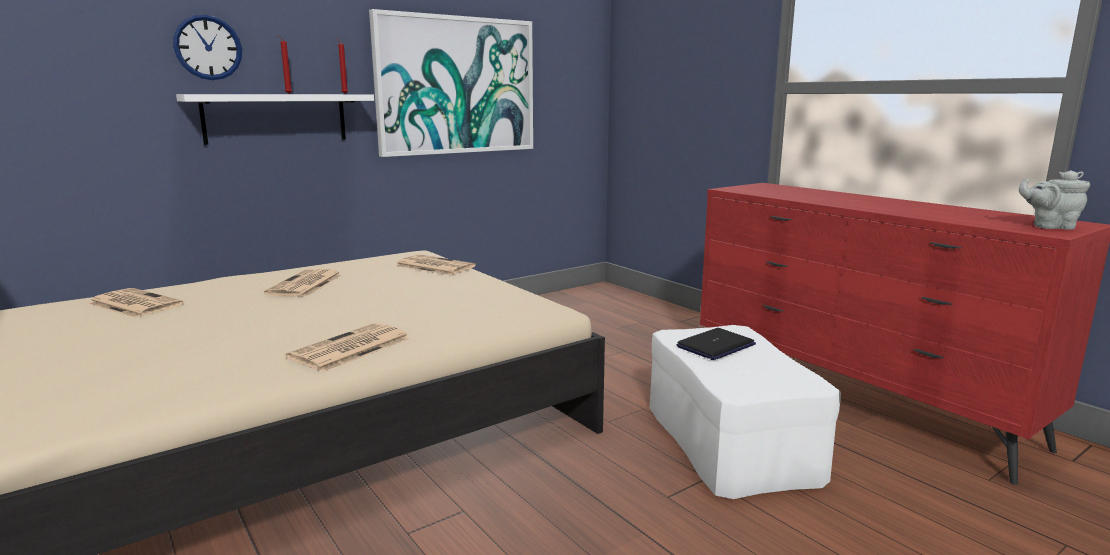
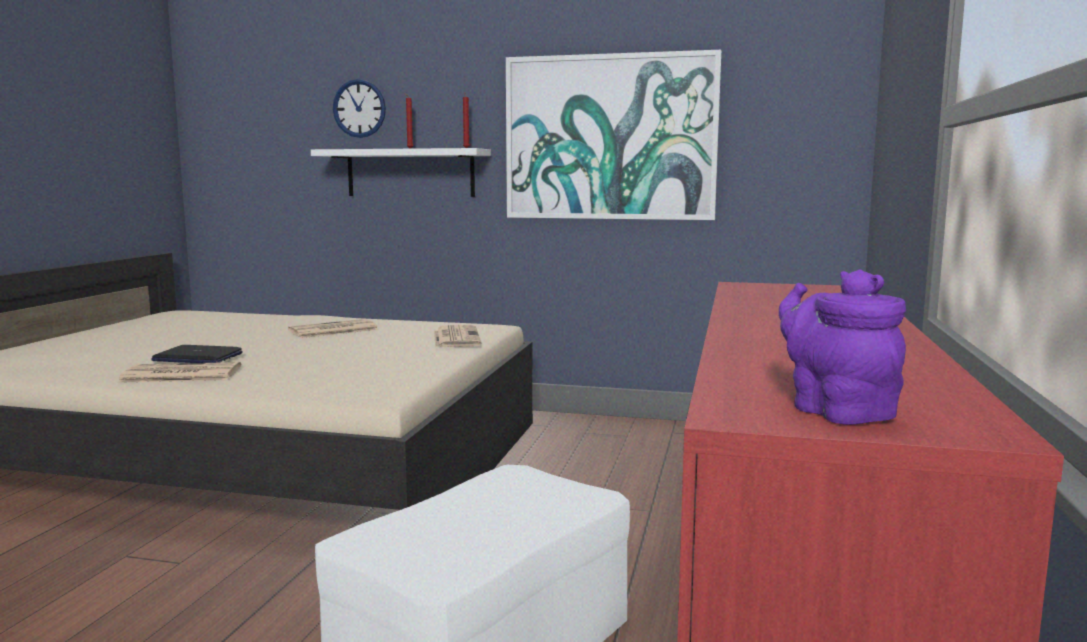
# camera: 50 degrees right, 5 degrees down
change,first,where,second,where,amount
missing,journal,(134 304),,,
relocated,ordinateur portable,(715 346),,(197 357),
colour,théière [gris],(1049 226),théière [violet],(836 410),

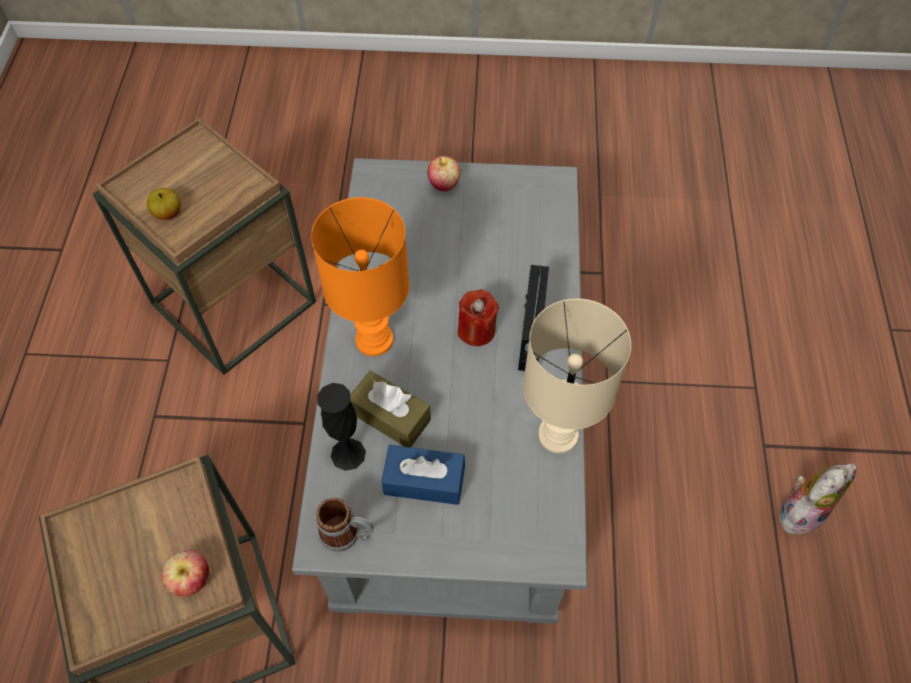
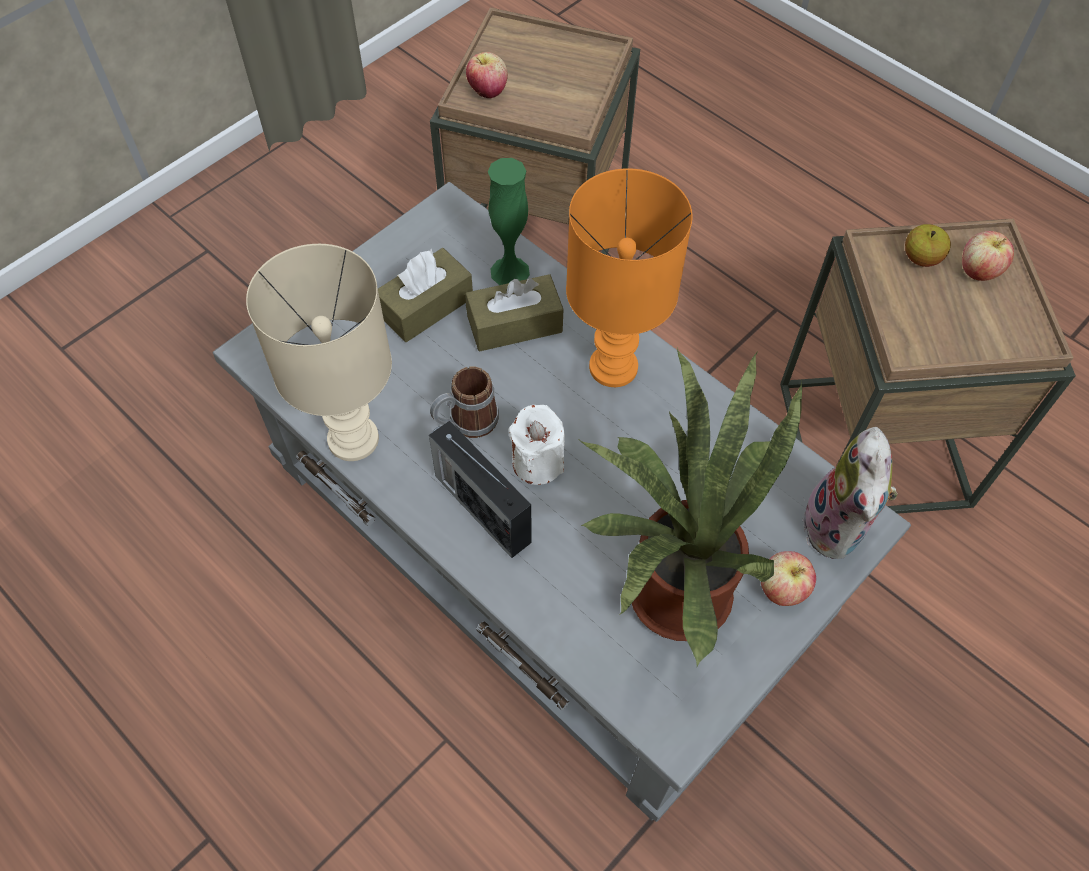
# camera: 130 degrees right, 0 degrees up
change,first,where,second,where,amount
relocated,mug,(347 534),,(465 423),
colour,vase [noir],(348 454),vase [vert],(510 271),
colour,boîte à mouchoirs [bleu],(424 481),boîte à mouchoirs [marron],(426 306),
colour,bougie [rouge],(476 330),bougie [blanc],(537 462),
relocated,peluche,(800 511),,(838 528),
appeared,,,plante en pot,(669 589),
appeared,,,pomme,(978 271),

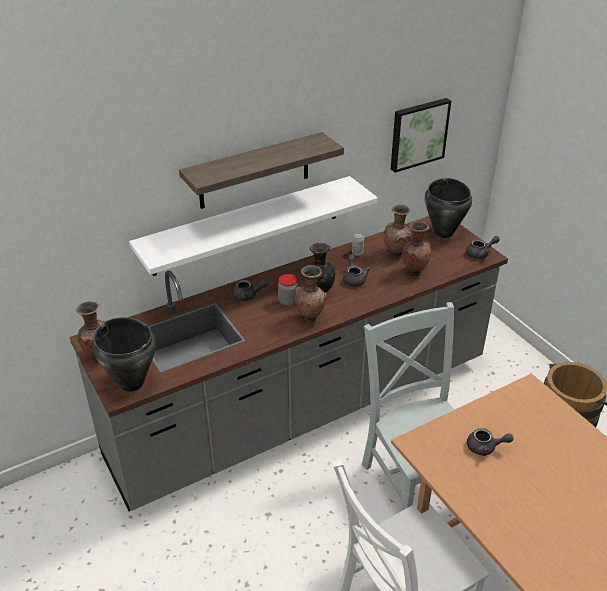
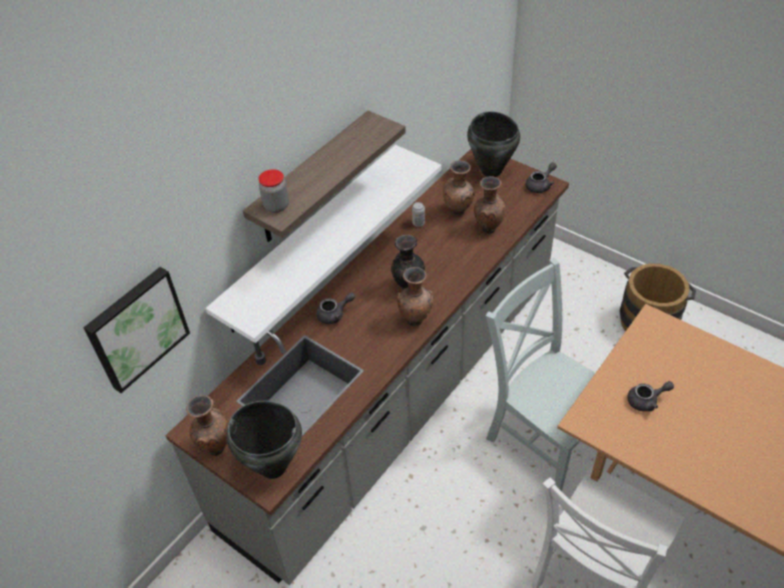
# camera: 20 degrees left, 10 degrees up
change,first,where,second,where,amount
relocated,bocal,(288 301),,(276 206),
missing,théière [gris],(354 278),,,
relocated,tableau,(418 133),,(136 327),

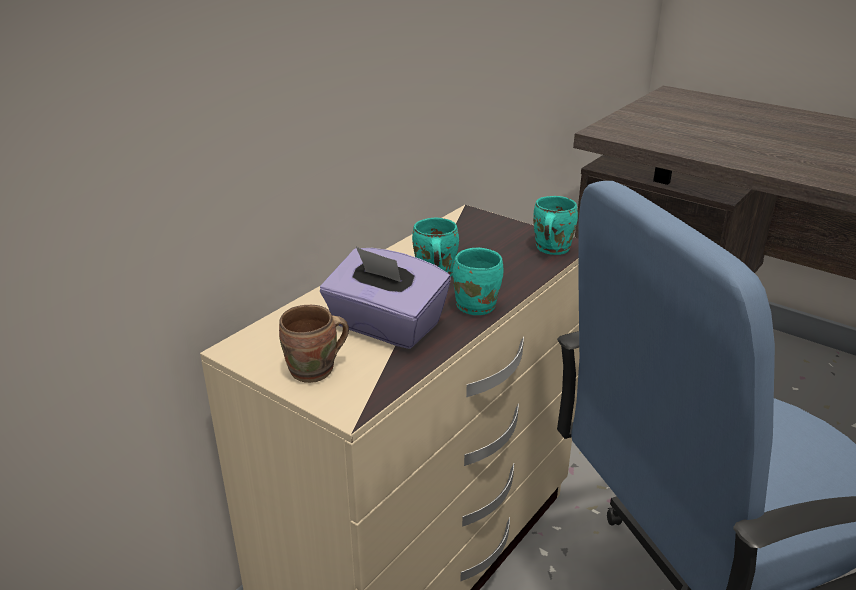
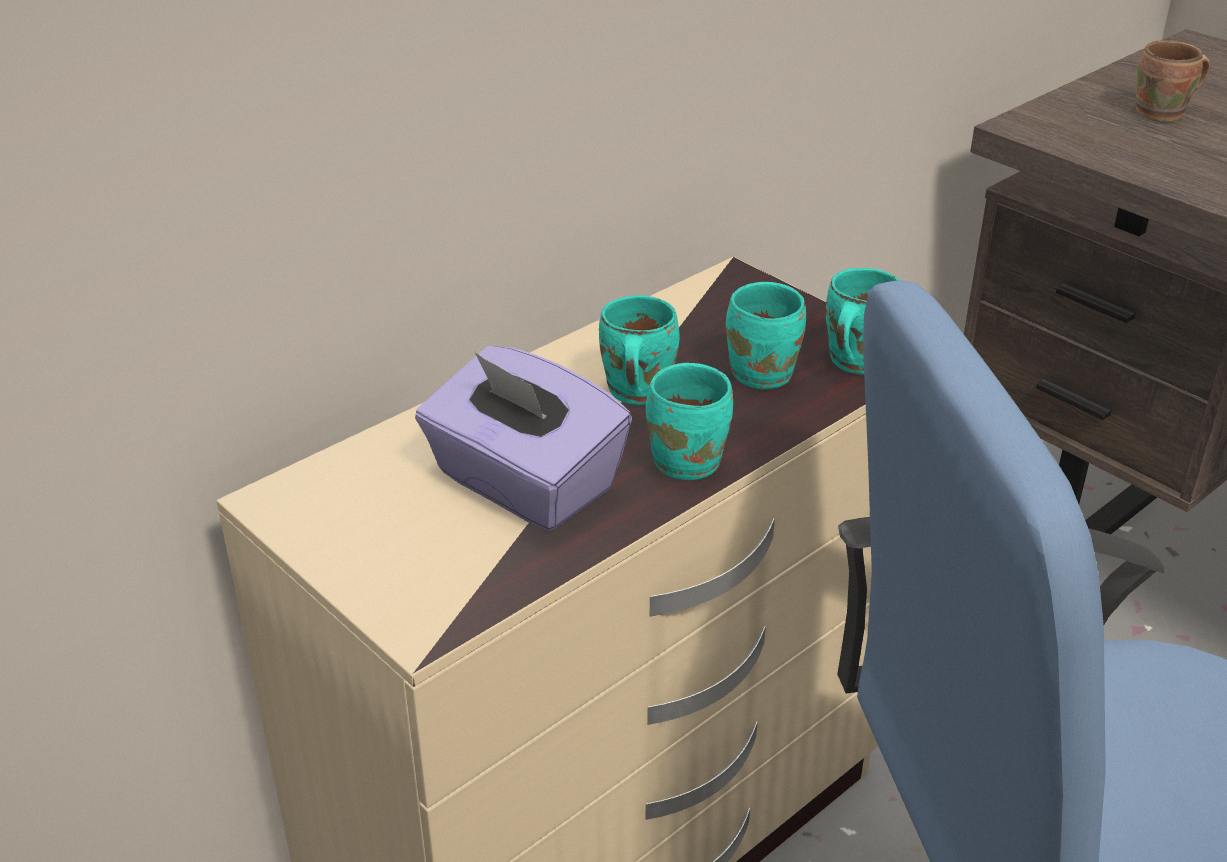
# camera: 10 degrees right, 5 degrees up
change,first,where,second,where,amount
relocated,mug [marron],(315 371),,(1163 115),
appeared,,,mug [turquoise],(767 373),

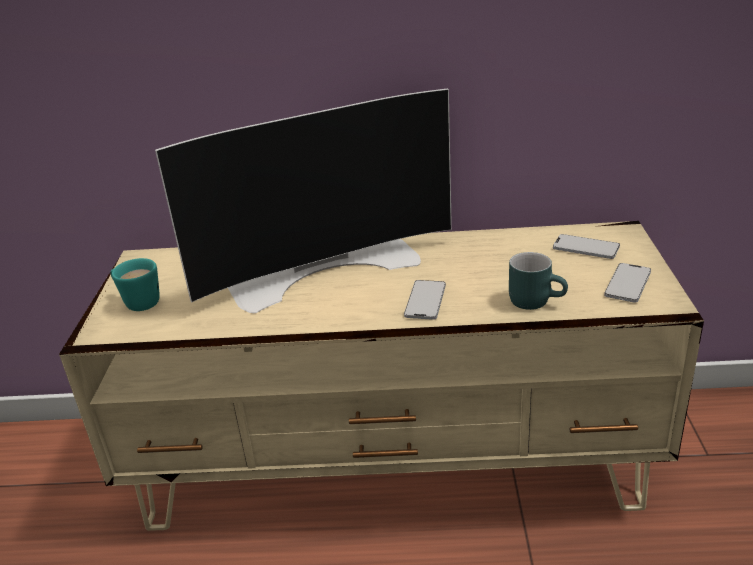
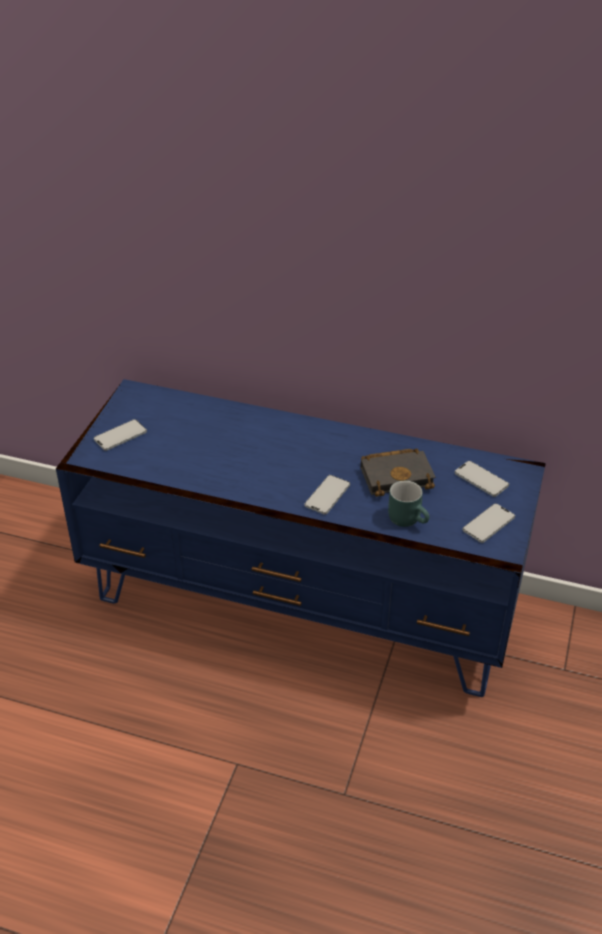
# camera: 15 degrees right, 10 degrees up
change,first,where,second,where,amount
colour,meuble télé [beige],(393 467),meuble télé [bleu],(302 604),
exchanged,mug [turquoise],(138 302),téléphone,(120 436),
missing,téléviseur,(325 268),,,
appeared,,,livre [noir],(398 475),

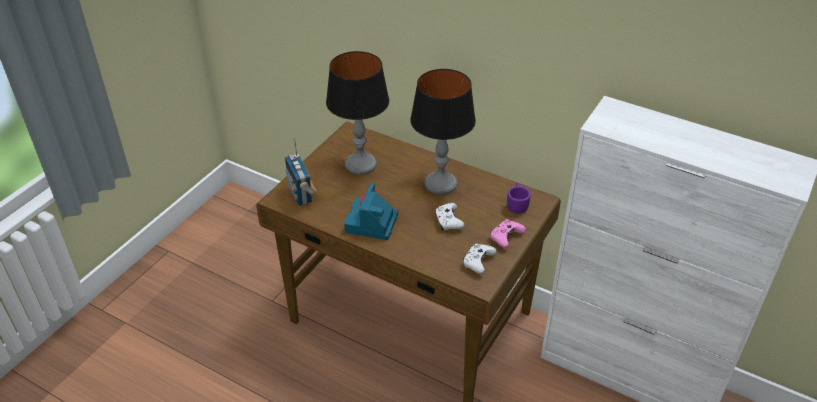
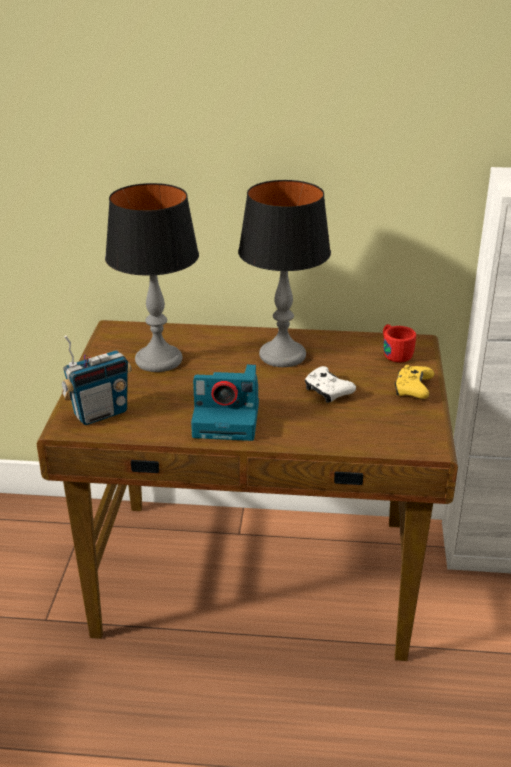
# camera: 25 degrees left, 10 degrees down
change,first,where,second,where,amount
spun,radio,(301 195),,(100 413),75 degrees counterclockwise
spun,appareil photo,(371 224),,(228 420),75 degrees counterclockwise
missing,manette [blanc],(478 262),,,
colour,manette [rose],(505 237),manette [jaune],(413 389),
colour,mug [violet],(517 204),mug [rouge],(394 352),

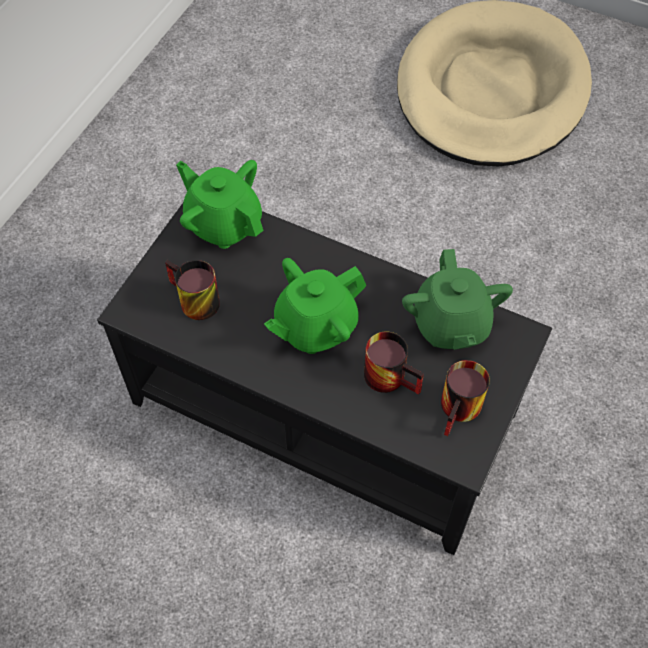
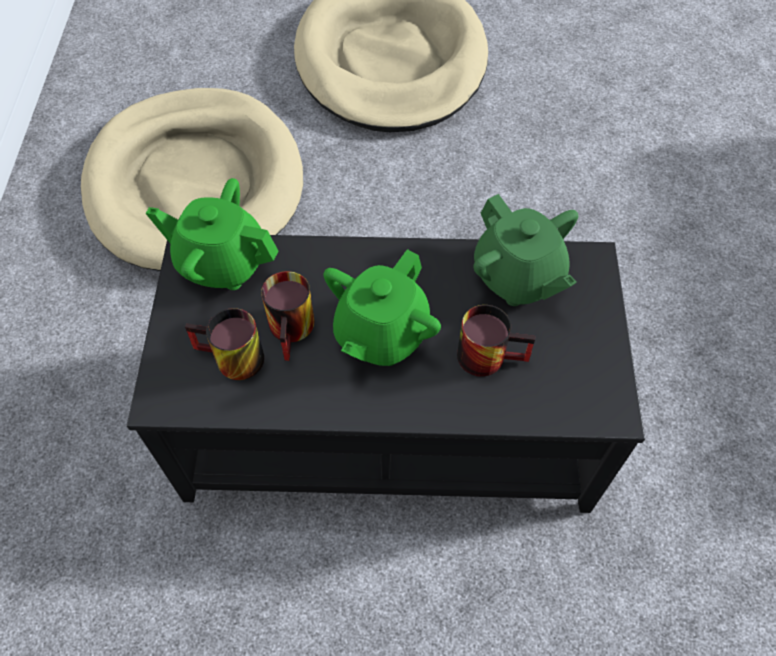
# camera: 25 degrees left, 0 degrees up
change,first,where,second,where,amount
relocated,mug,(462 411),,(295 330),
appeared,,,panier pour chien [beige],(196 184),

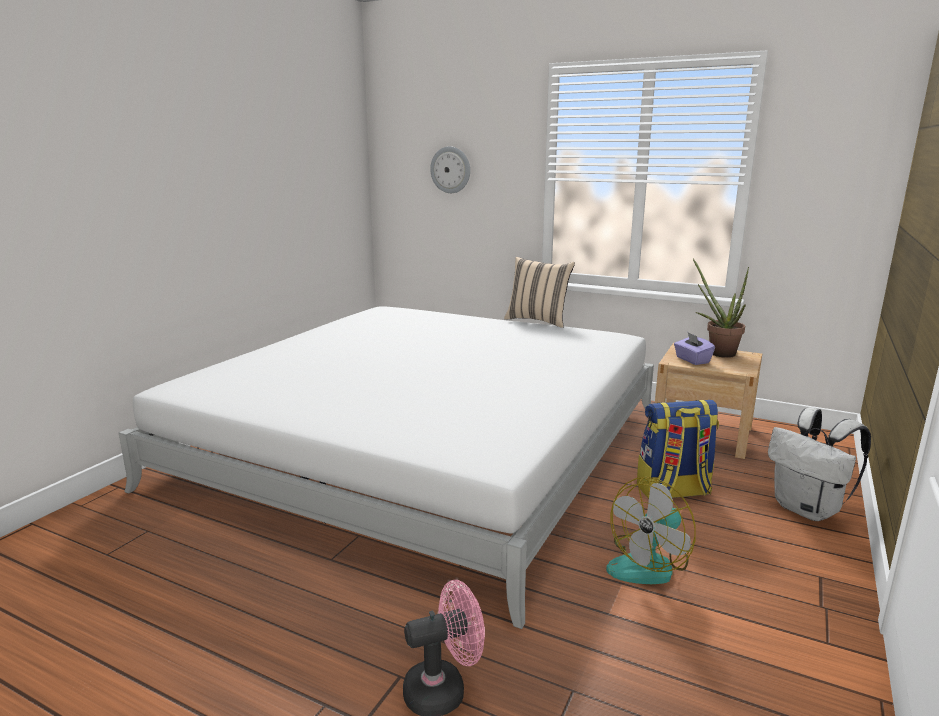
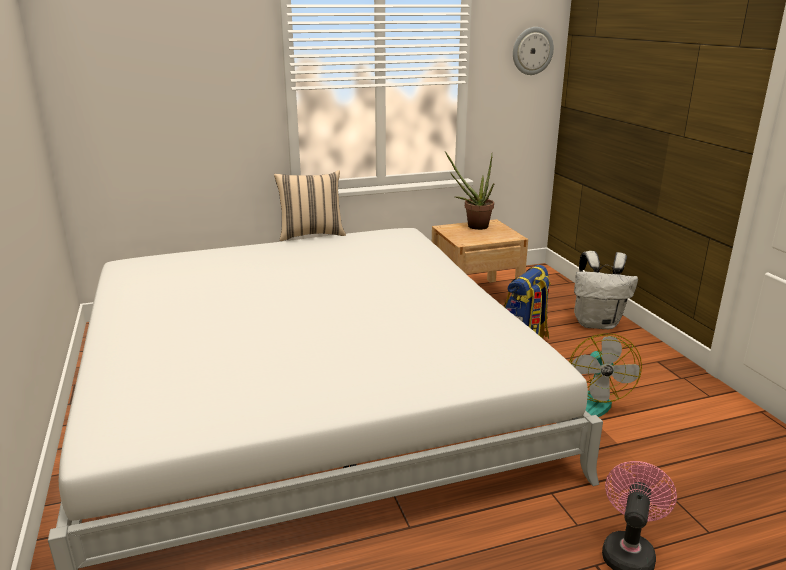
# camera: 45 degrees left, 5 degrees up
change,first,where,second,where,amount
relocated,horloge murale,(450 170),,(532 51),
missing,boîte à mouchoirs [violet],(692 360),,,

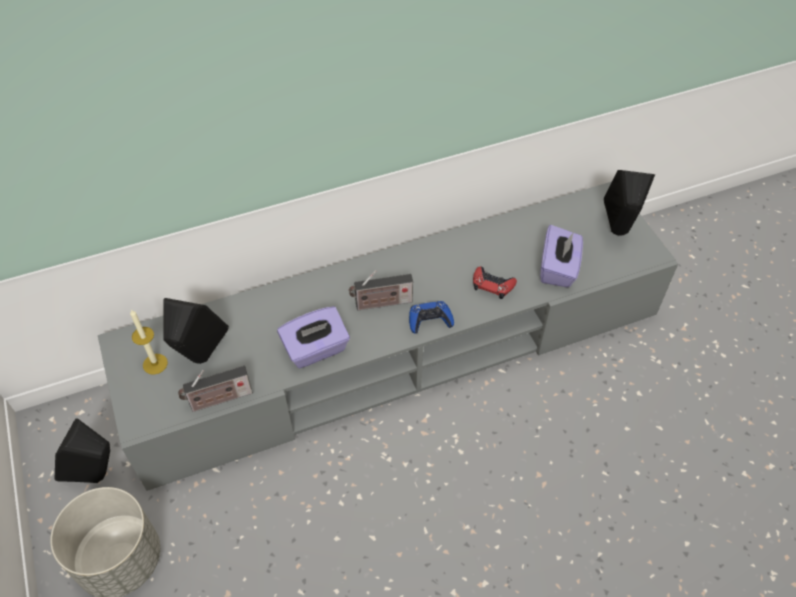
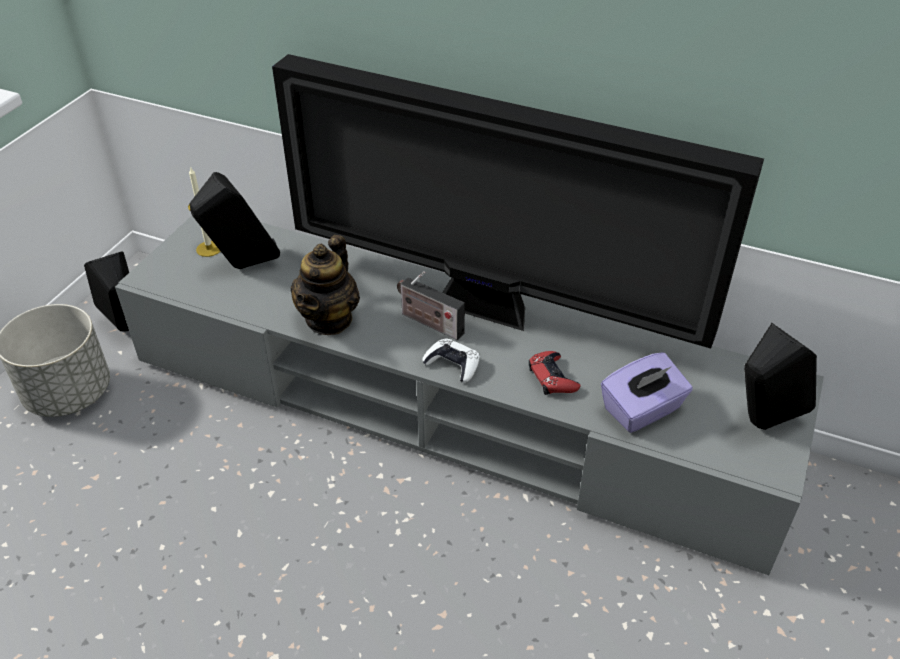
# camera: 45 degrees right, 10 degrees down
change,first,where,second,where,amount
missing,radio,(218 400),,,
exchanged,boîte à mouchoirs [violet],(316 349),théière,(329 319),
colour,manette [bleu],(430 320),manette [blanc],(453 364),
appeared,,,téléviseur,(490 311),

